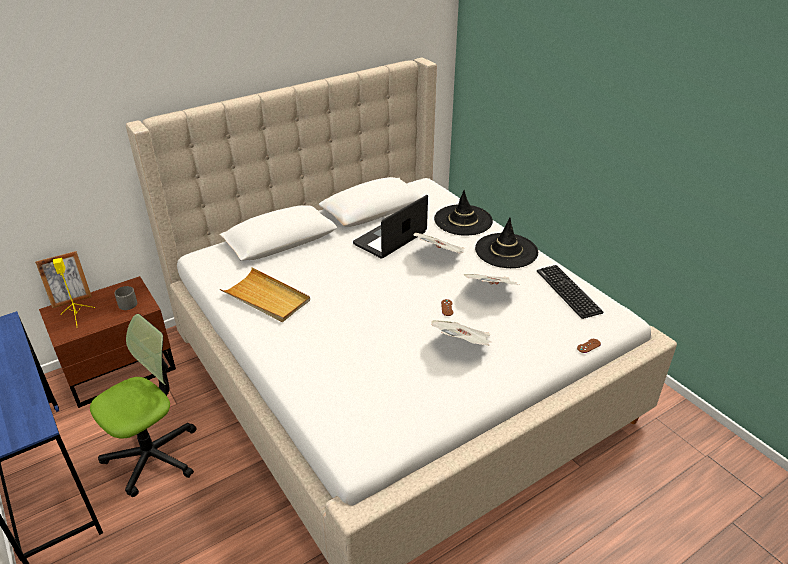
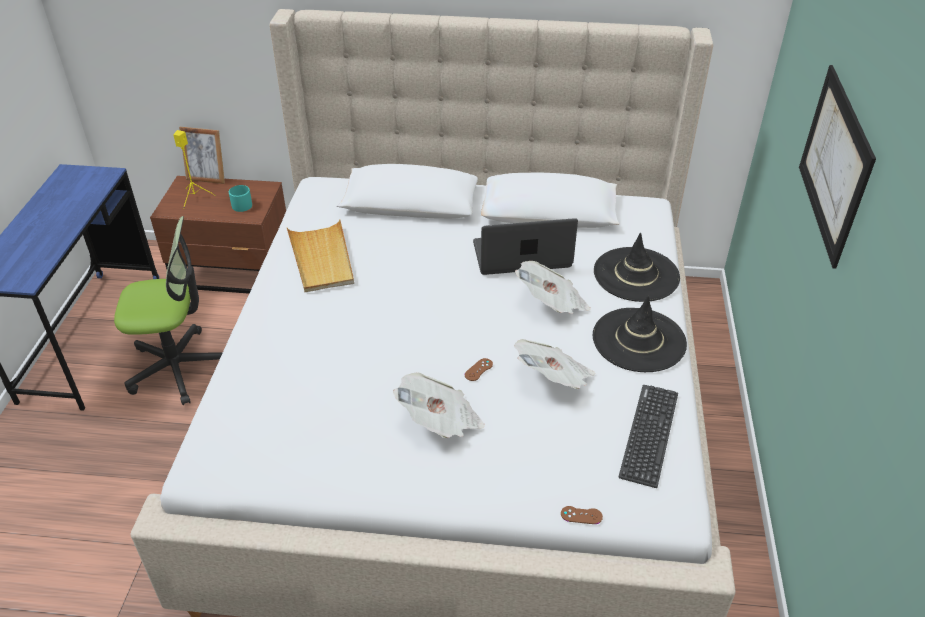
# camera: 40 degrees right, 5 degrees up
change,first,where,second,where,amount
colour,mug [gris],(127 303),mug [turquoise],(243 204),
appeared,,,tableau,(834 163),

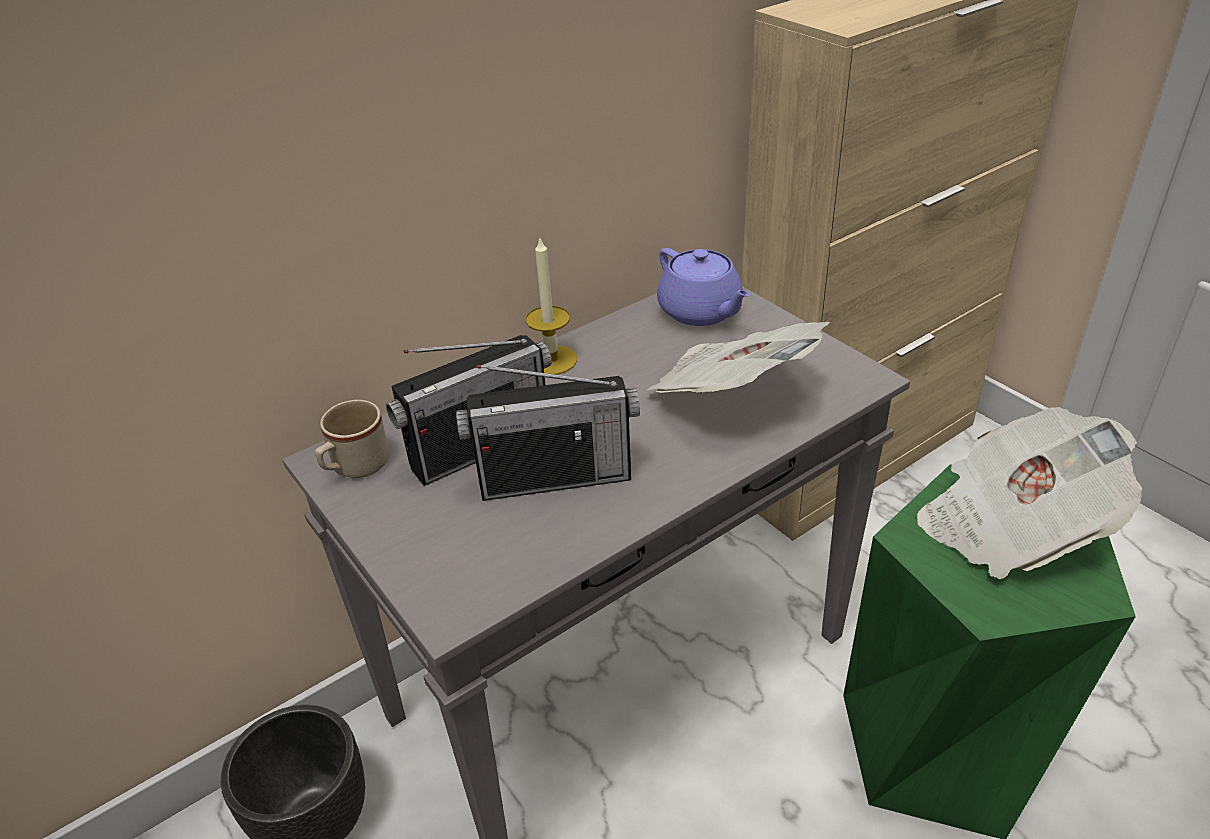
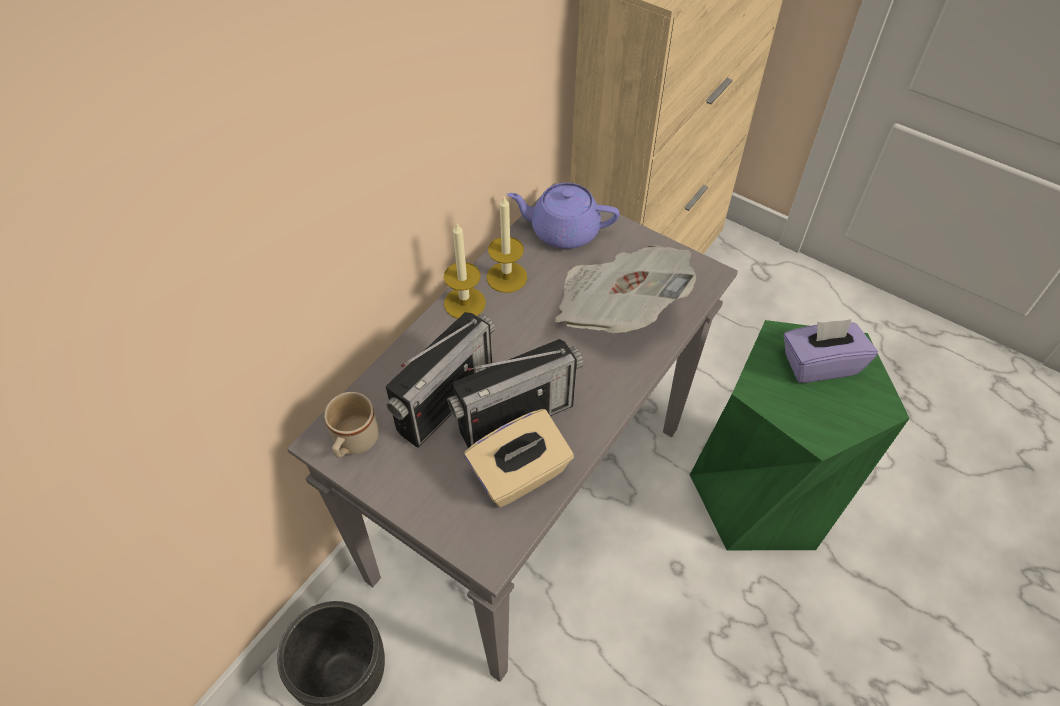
# camera: 20 degrees left, 15 degrees up
change,first,where,second,where,amount
spun,théière [violet],(701 312),,(563 231),150 degrees clockwise
exchanged,journal,(1012 525),boîte à mouchoirs [violet],(819 364),
appeared,,,boîte à mouchoirs [beige],(520 475),
appeared,,,bougie,(506 277),

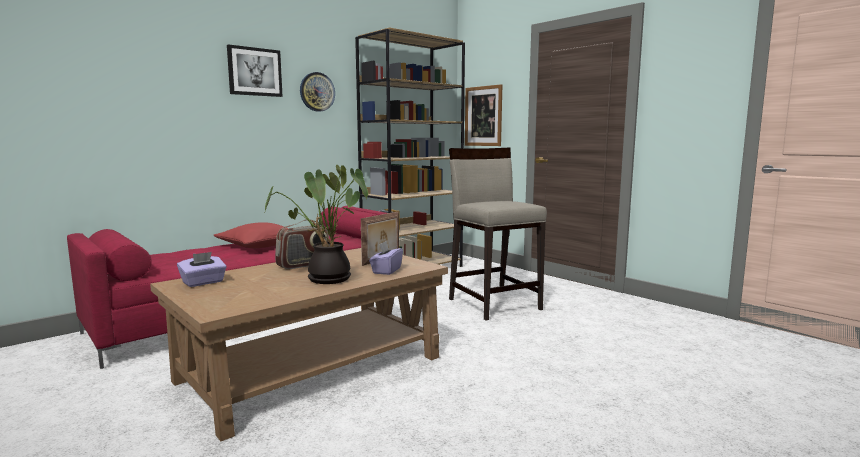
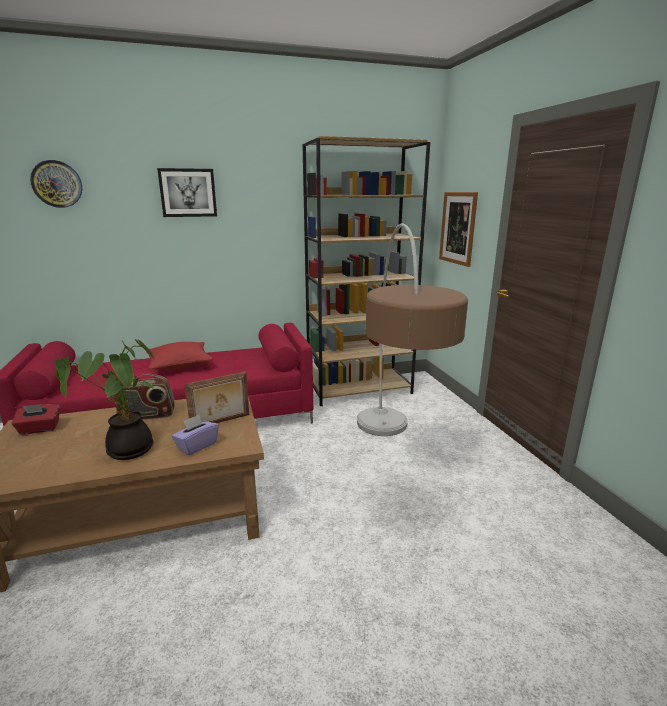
# camera: 25 degrees right, 10 degrees up
change,first,where,second,where,amount
colour,boîte à mouchoirs [violet],(203 282),boîte à mouchoirs [rouge],(39 429),
relocated,horloge murale,(317 92),,(57 184),
exchanged,tabouret [beige],(494 303),lampadaire,(392 463),

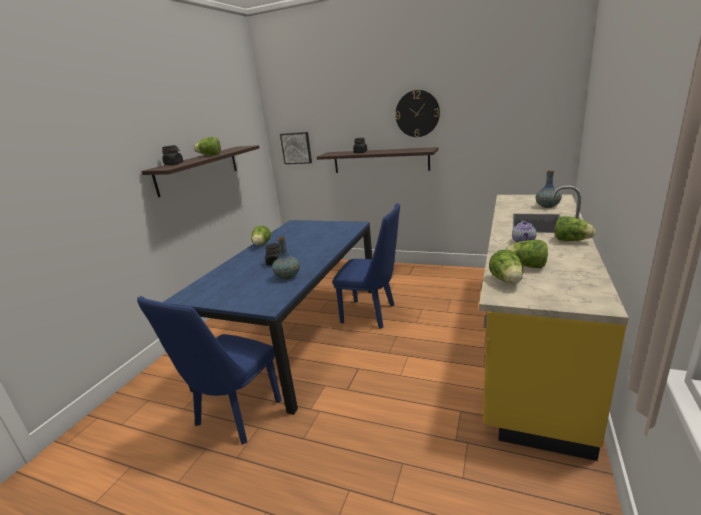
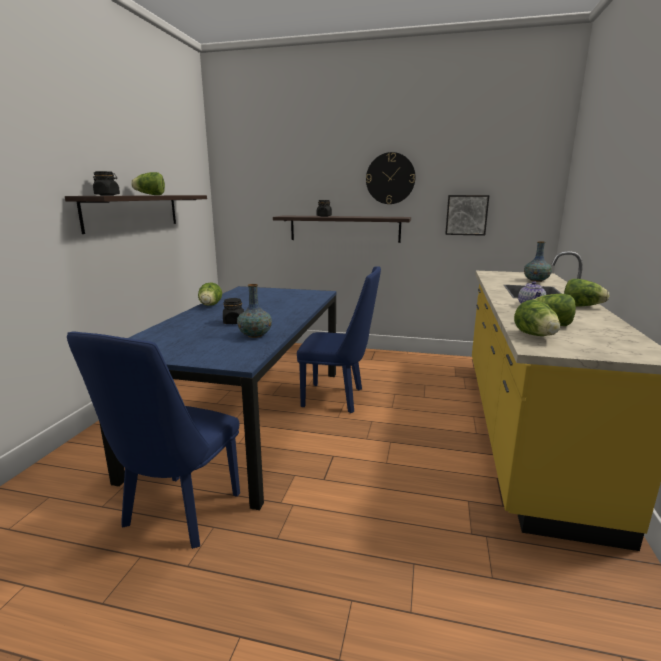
# camera: 10 degrees left, 5 degrees down
change,first,where,second,where,amount
relocated,tableau,(296 148),,(466 215),

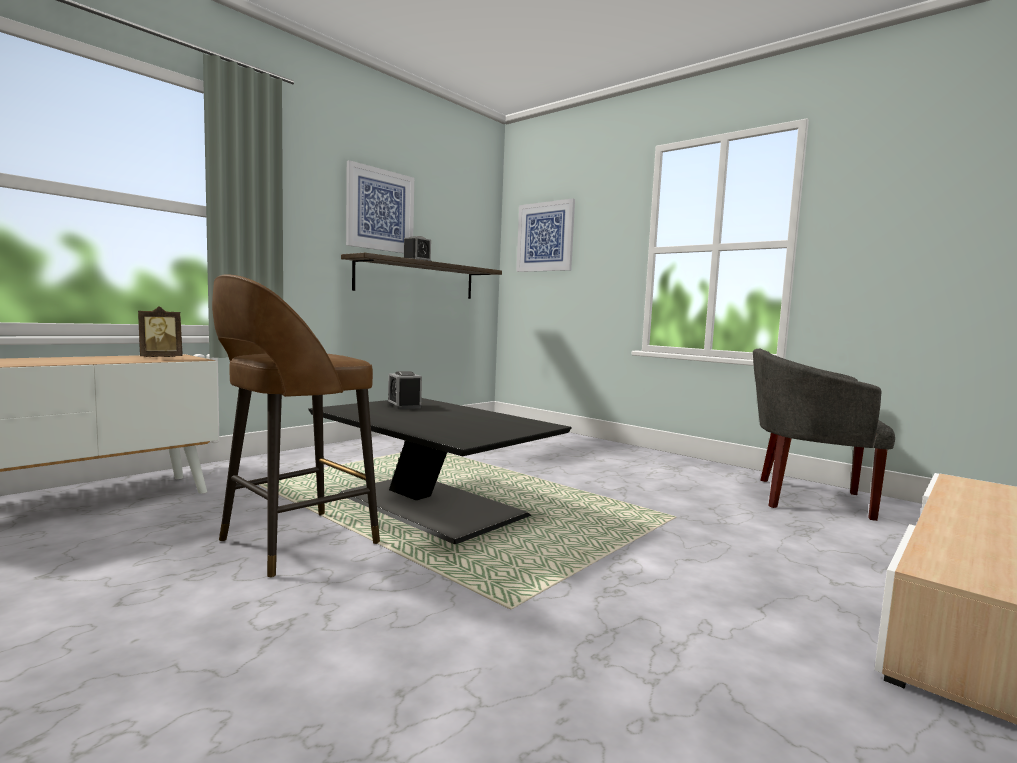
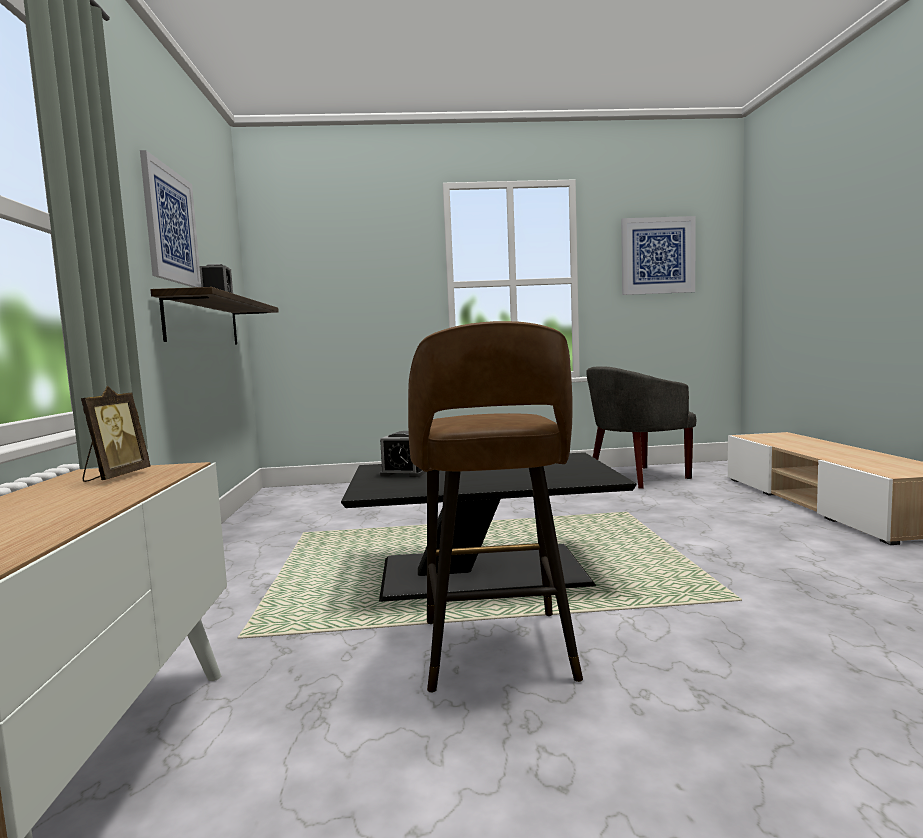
# camera: 45 degrees left, 0 degrees up
change,first,where,second,where,amount
relocated,tableau,(545 237),,(657 256),

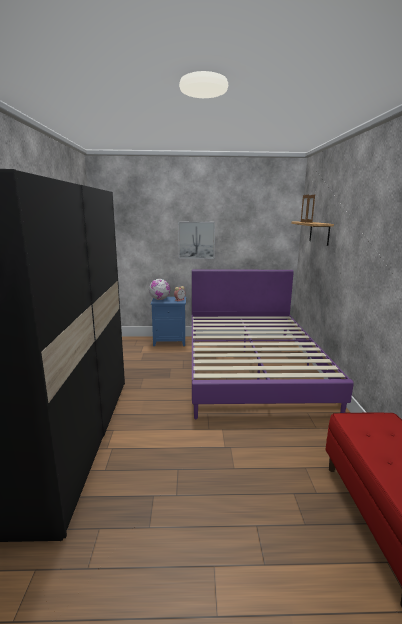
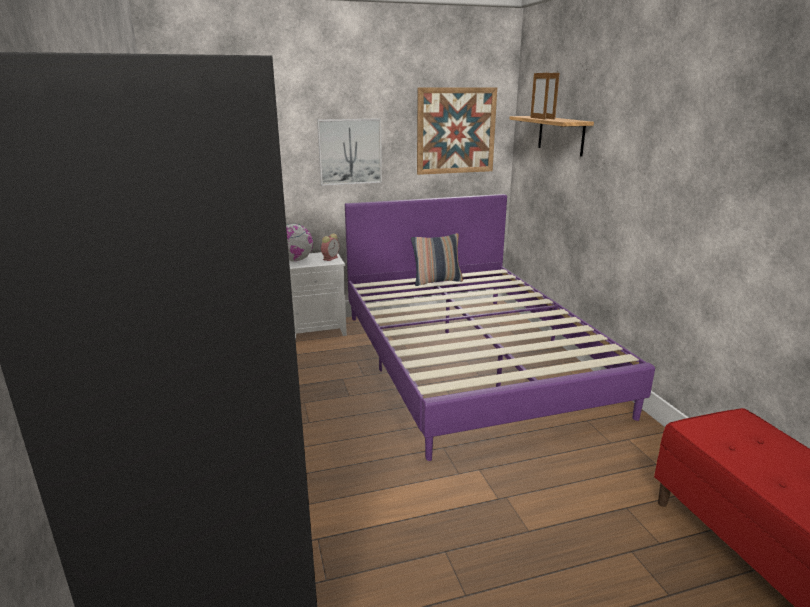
# camera: 15 degrees left, 5 degrees up
change,first,where,second,where,amount
colour,table de chevet [bleu],(170 341),table de chevet [blanc],(317 329),
appeared,,,coussin,(436 281),
appeared,,,tableau,(456 131),

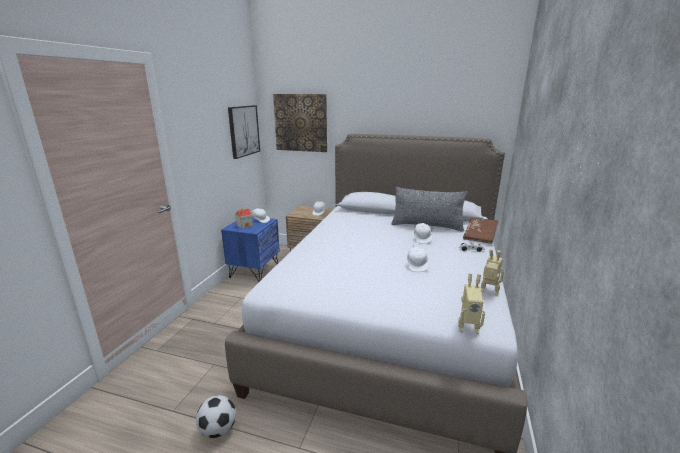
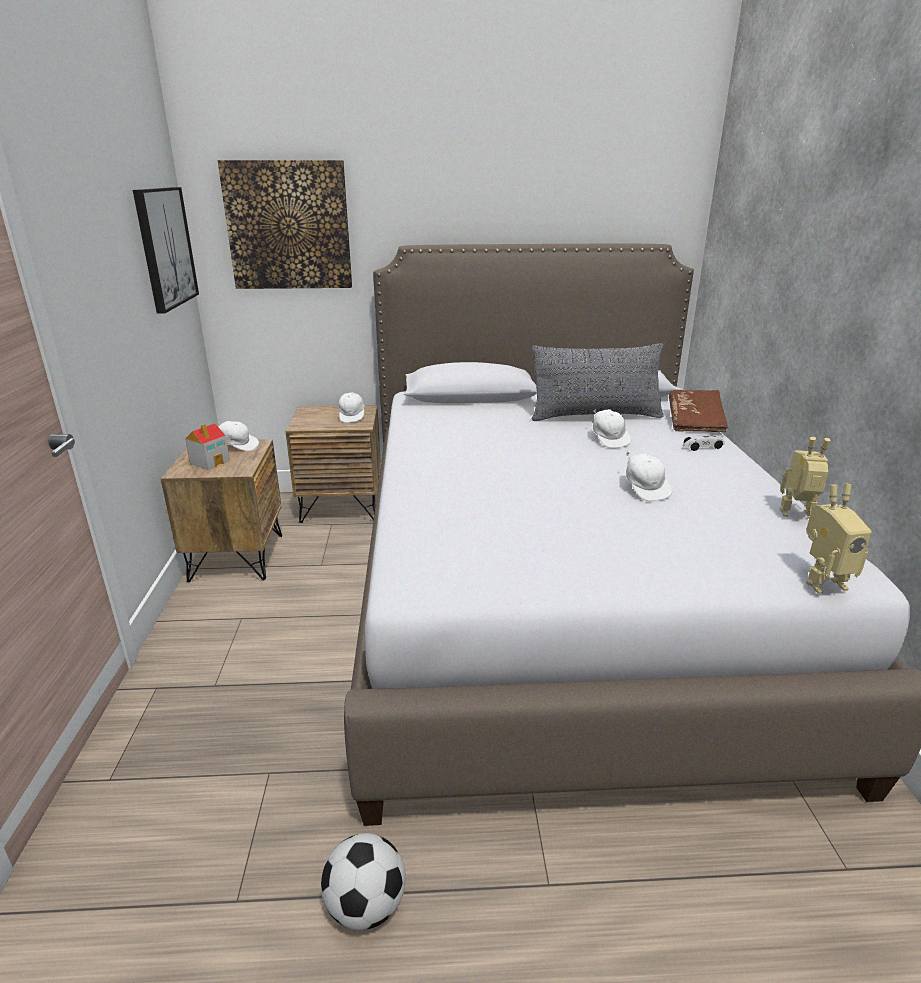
# camera: 20 degrees left, 5 degrees up
change,first,where,second,where,amount
colour,table de chevet [bleu],(254 271),table de chevet [marron],(236 557),

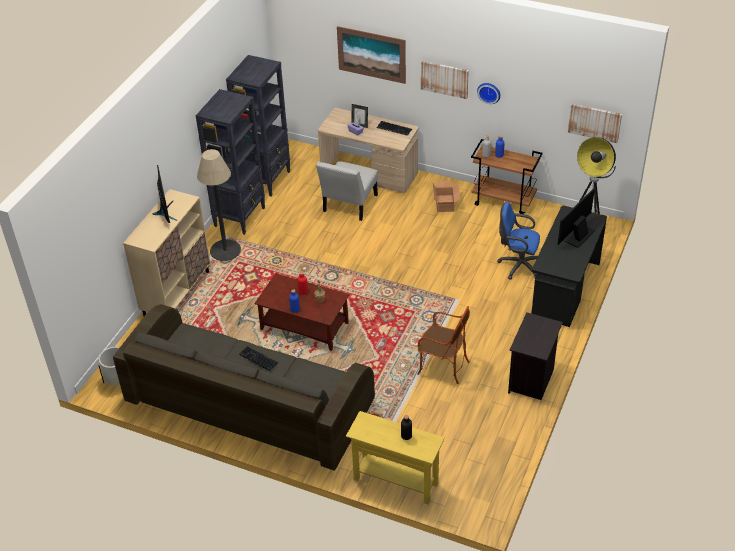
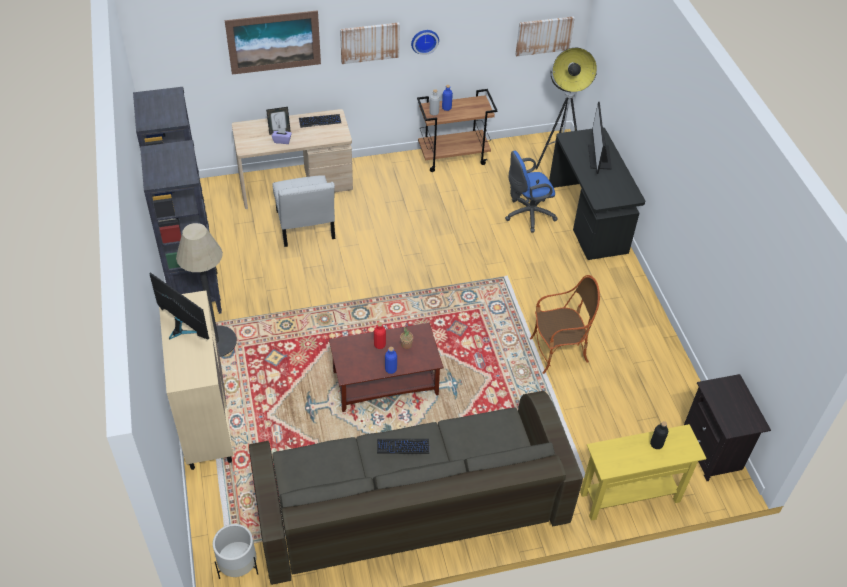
# camera: 40 degrees left, 5 degrees up
change,first,where,second,where,amount
missing,carton,(445 203),,,
relocated,table de chevet [noir],(531 380),,(713 451),

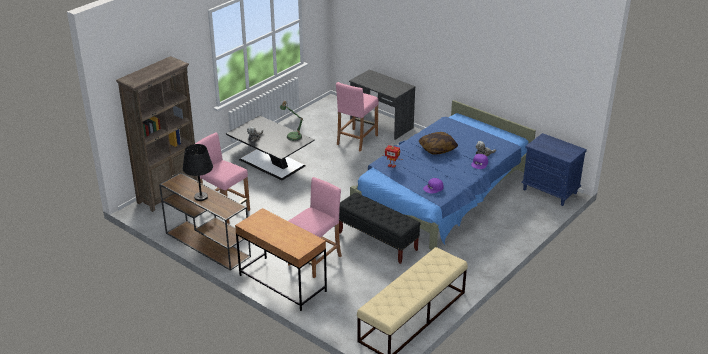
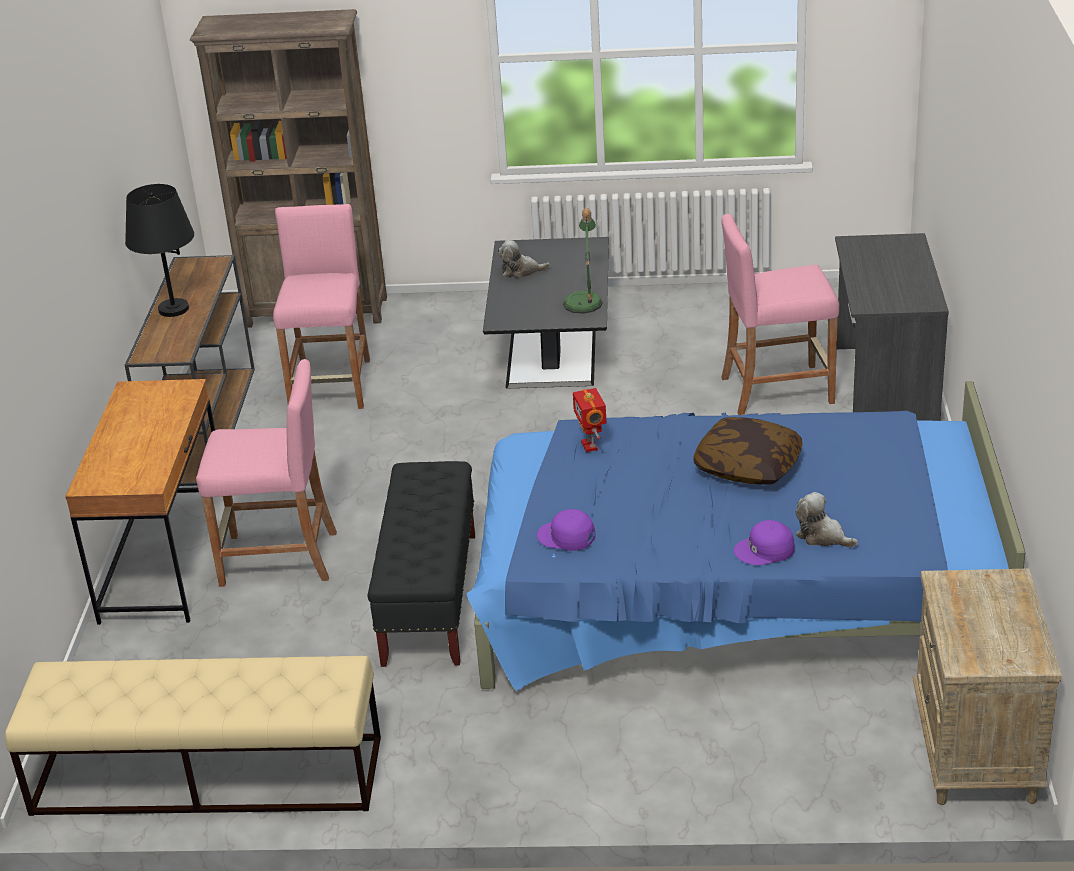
# camera: 55 degrees right, 0 degrees up
change,first,where,second,where,amount
colour,table de chevet [bleu],(550 191),table de chevet [beige],(976 753),

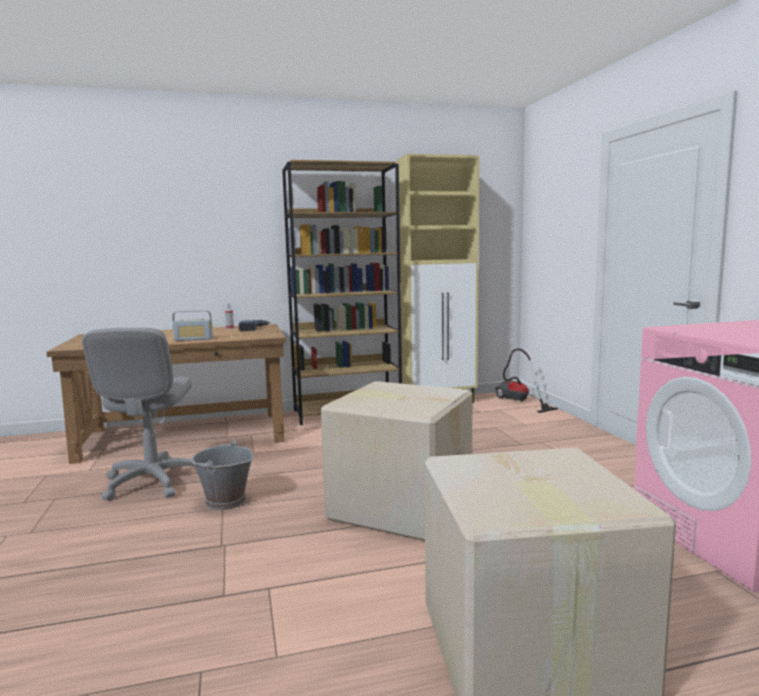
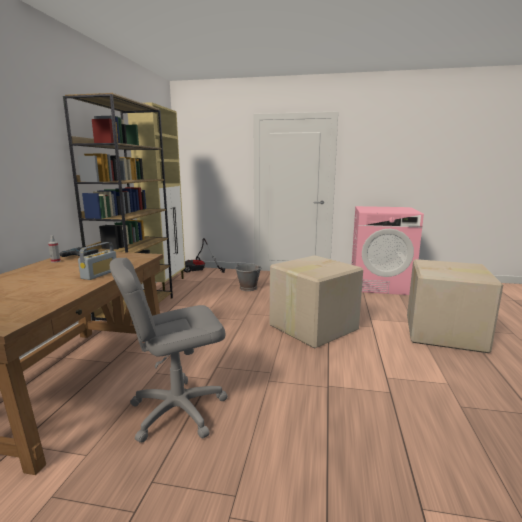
# camera: 65 degrees left, 5 degrees up
change,first,where,second,where,amount
spun,chaise de bureau [gris],(152 481),,(178 410),135 degrees clockwise
relocated,seau [gris],(225 501),,(248 288),

